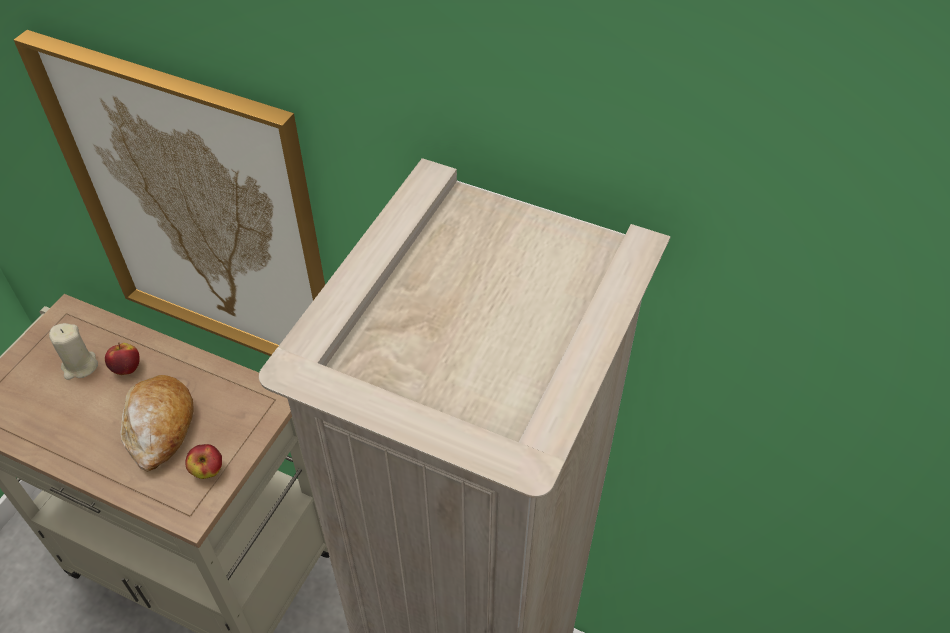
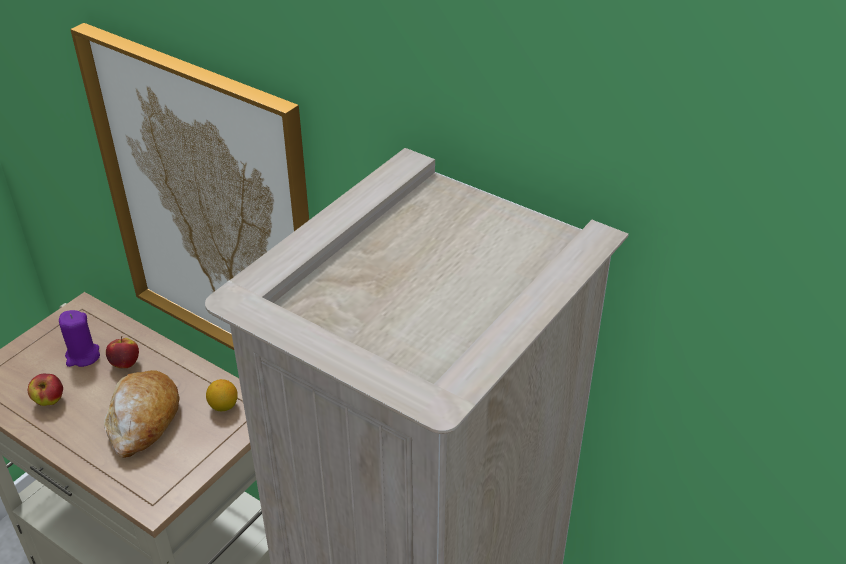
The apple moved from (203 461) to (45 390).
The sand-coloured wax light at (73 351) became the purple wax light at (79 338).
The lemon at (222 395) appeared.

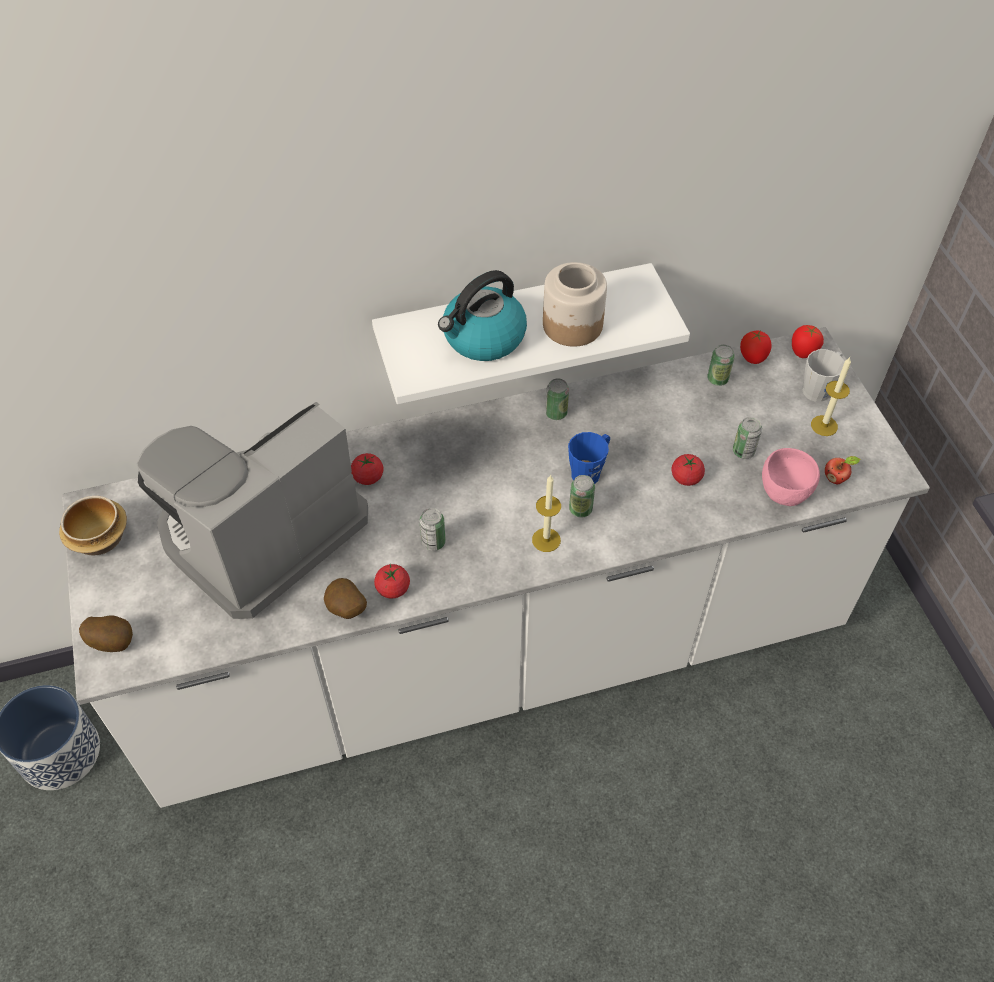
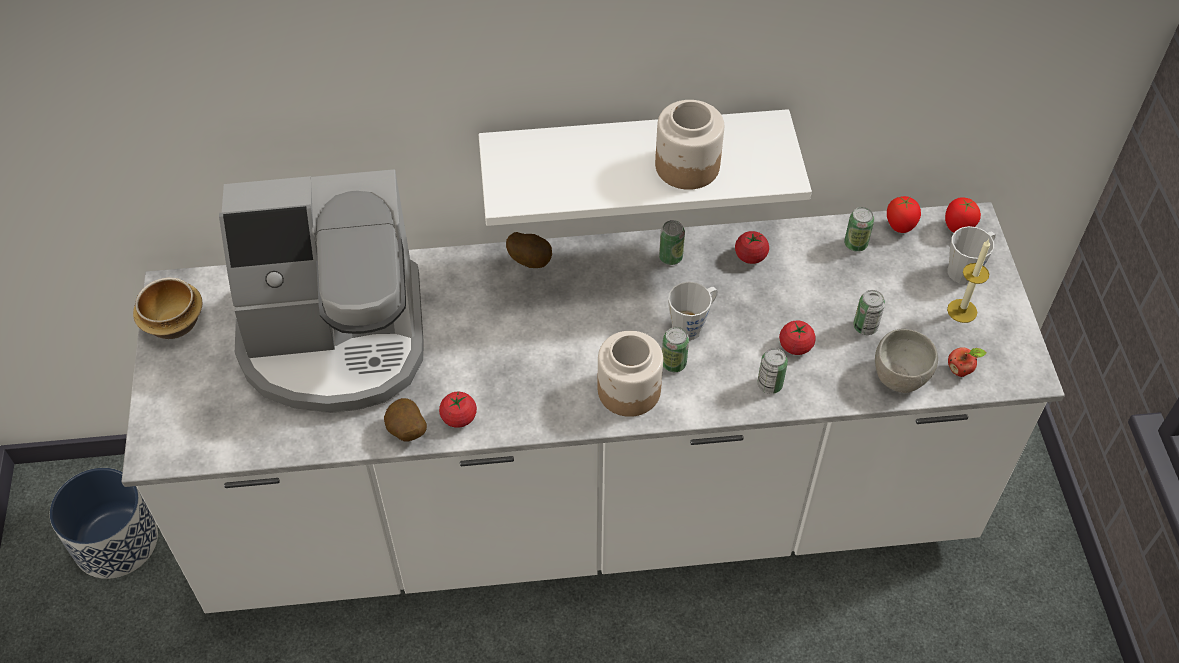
The coffee brewer at (252 510) turned 150 degrees counterclockwise.
The spud moved from (106 633) to (529 250).
The wax light at (546 513) was replaced by the storage jar at (630 374).
The bluish tea mug at (589 458) became the grey tea mug at (693 311).
The whole tomato moved from (367 469) to (752 247).
The sealed can moved from (432 529) to (772 371).
The pink serving bowl at (791 477) became the grey serving bowl at (906 361).
The kettle at (482 315) disappeared.

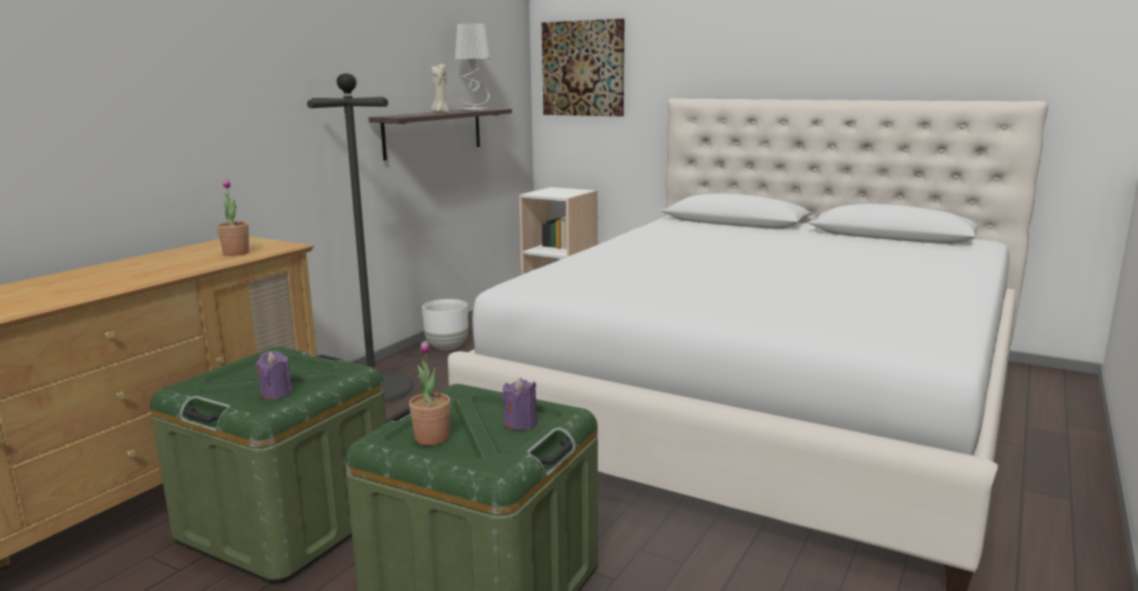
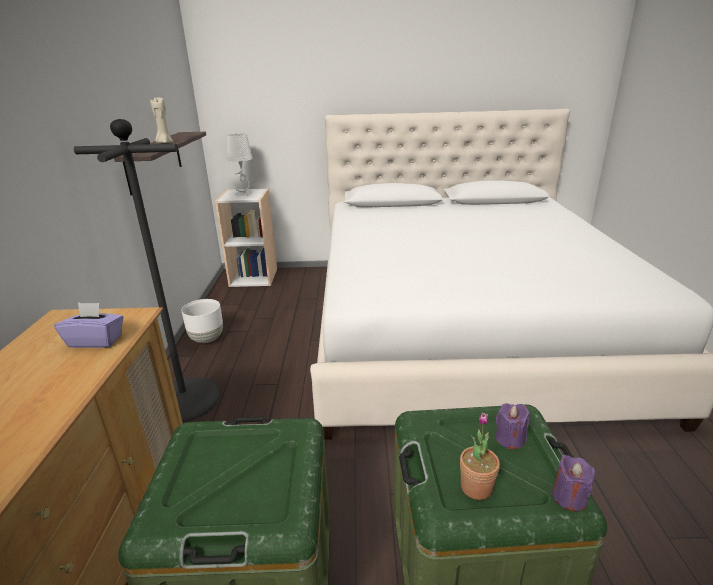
The plant in a pot at (233 217) was replaced by the purple tissue box at (88 325).
The grey table lamp moved from (472 66) to (240 164).
The purple wax light moved from (273 375) to (573 483).
The picture at (583 67) disappeared.

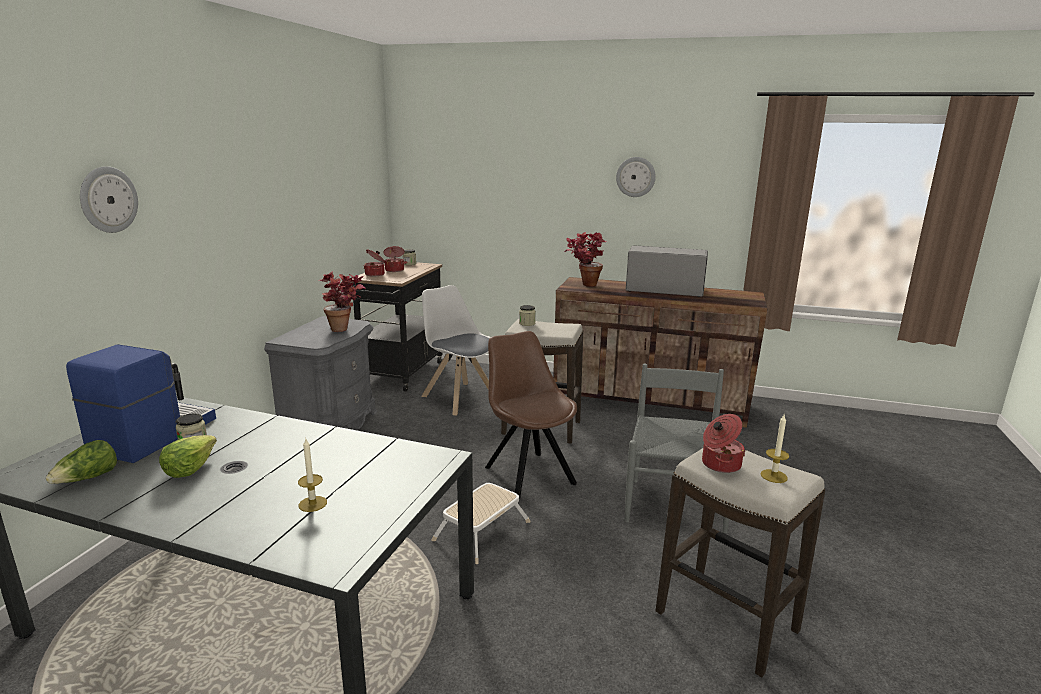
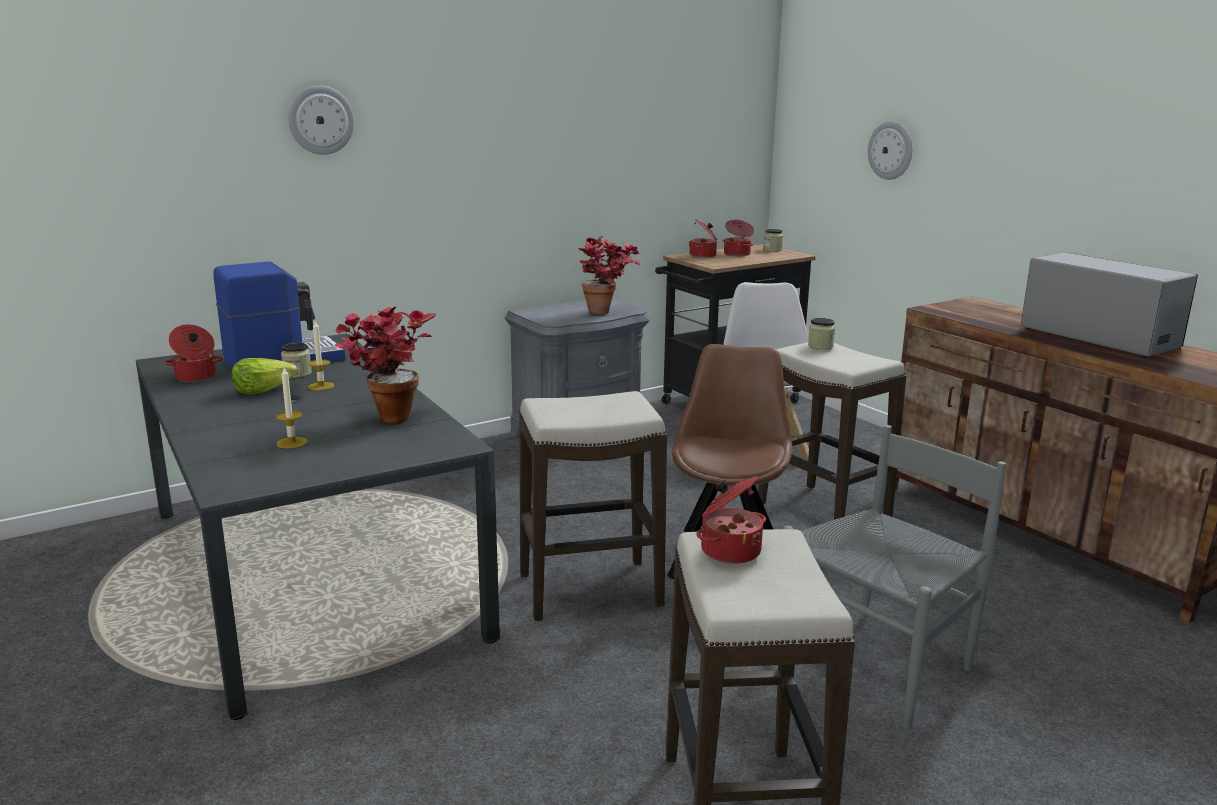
The lettuce head at (81 462) was replaced by the saucepot at (193 353).
The wax light moved from (774 449) to (321 356).
The plant in a pot moved from (585 259) to (386 365).
The sand-coloured stepladder at (481 523) was replaced by the sitting stool at (593 506).
The hanging clock moved from (636 177) to (890 150).

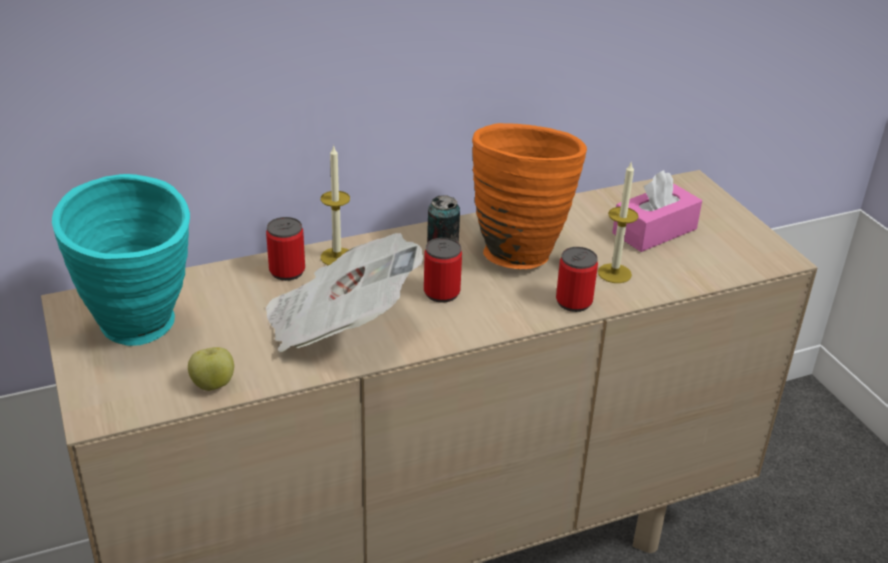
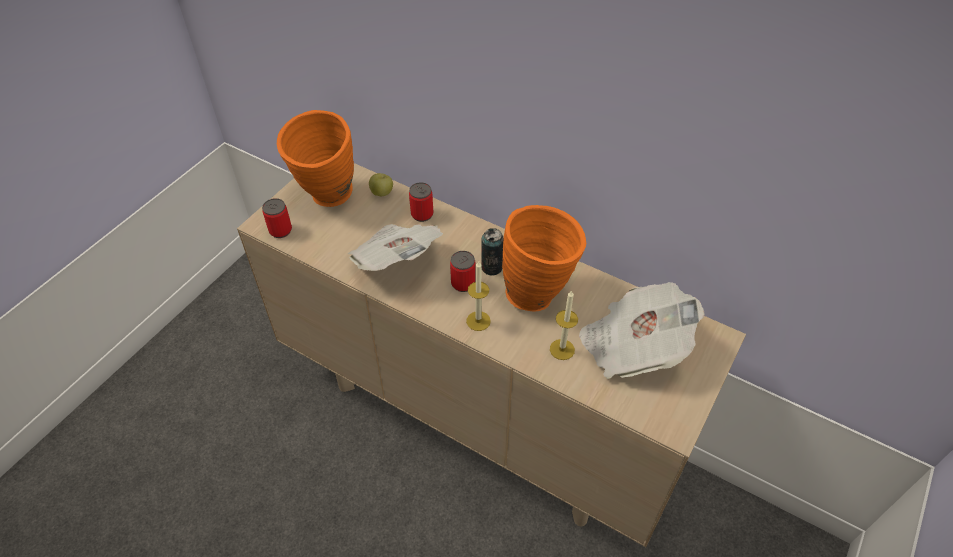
The sealed can moved from (577 279) to (277 218).
The turquoise-coloured flower vase at (121 260) became the orange-coloured flower vase at (315 158).
The apple moved from (211 369) to (381 184).
The wax light moved from (335 205) to (478 296).
The pink tissue box at (657 211) was replaced by the daily paper at (642 330).

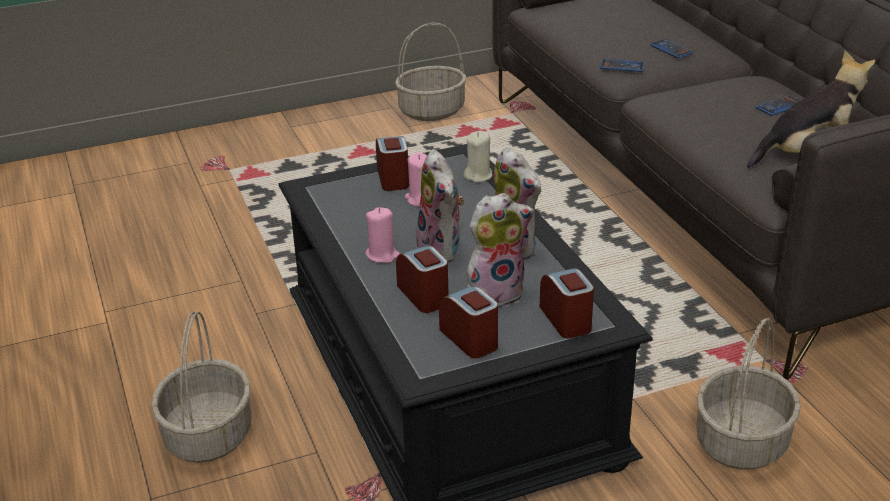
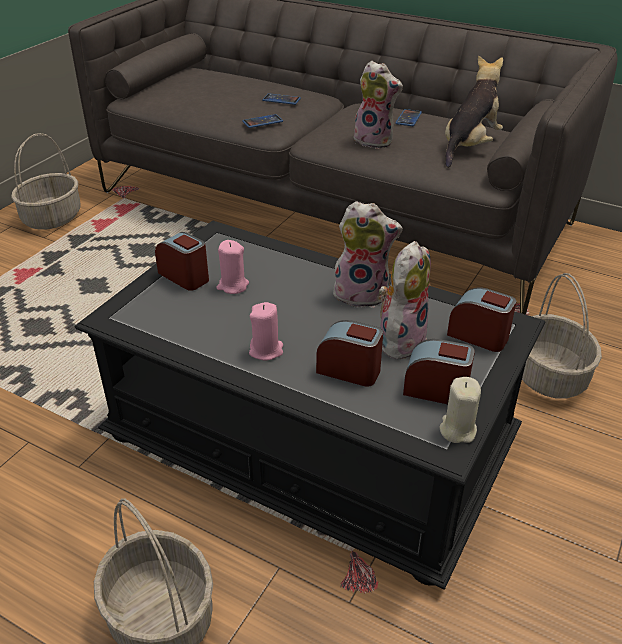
The cuddly toy moved from (439 206) to (378 105).
The sand-coloured wax light moved from (477 156) to (460 410).

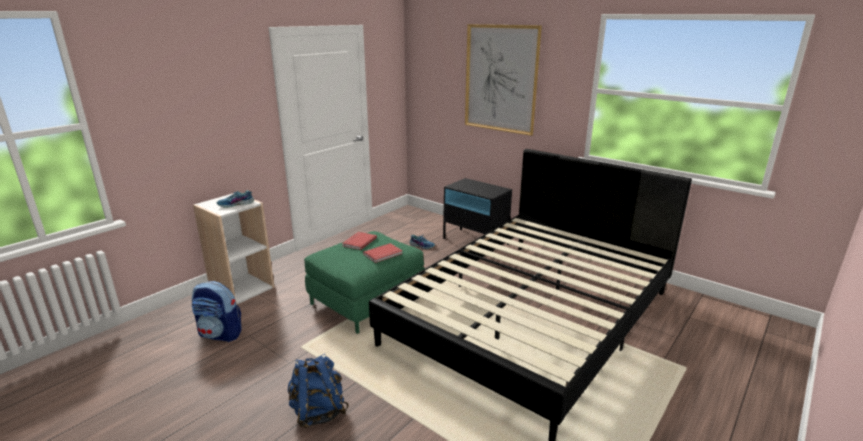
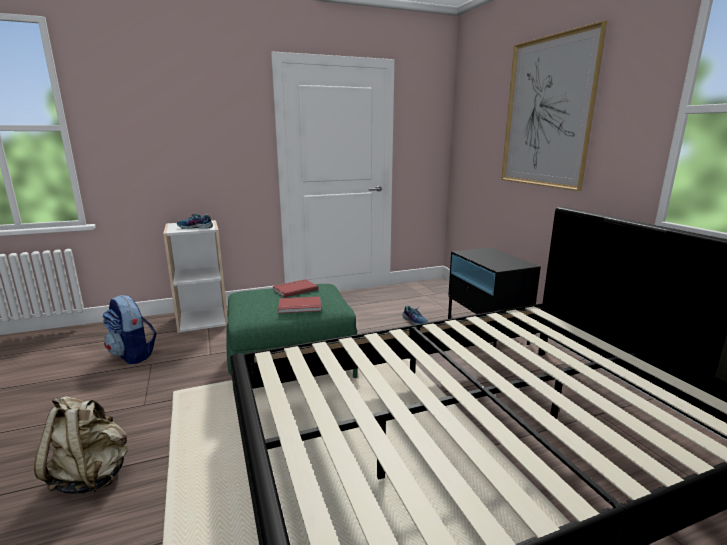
The bluish knapsack at (318 391) became the sand-coloured knapsack at (81 445).

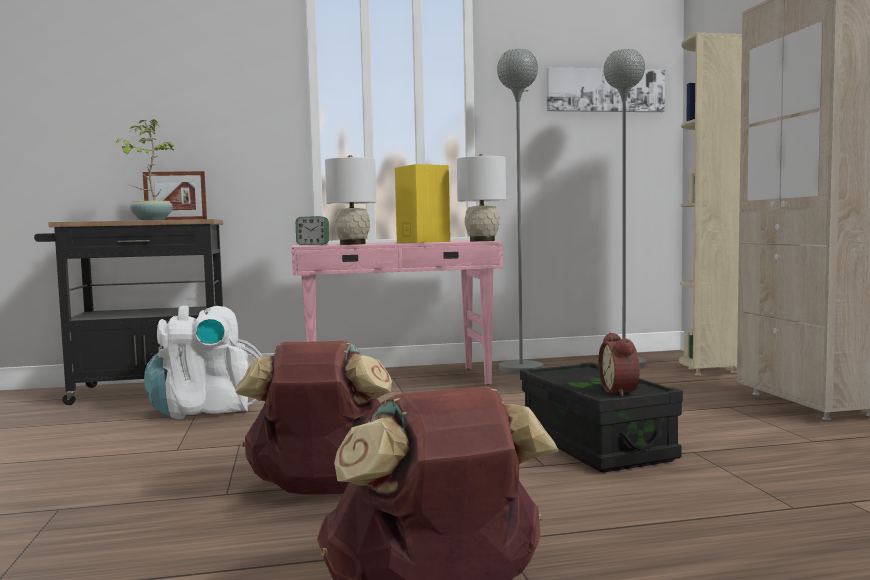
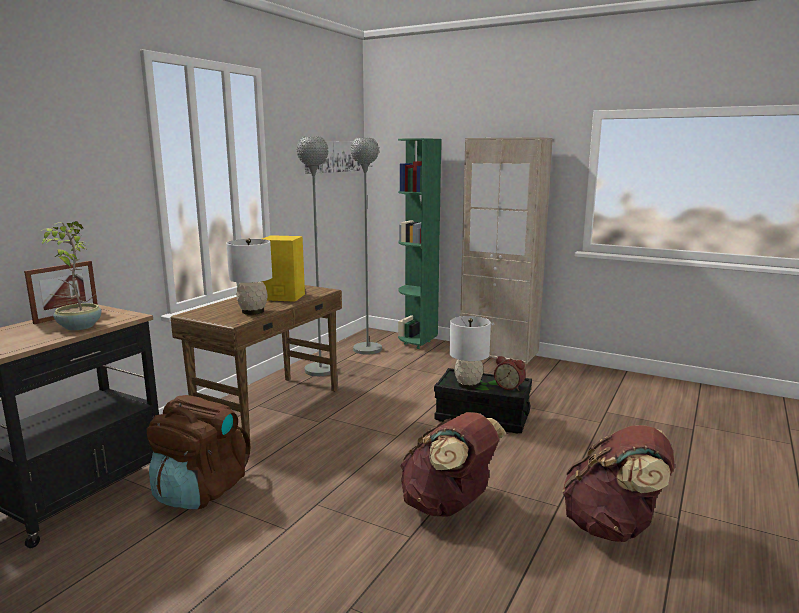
The white-coloured knapsack at (203 362) became the brownish knapsack at (199 452).
The pink narrow table at (397 312) became the brownish narrow table at (256 362).
The sand-coloured bookcase at (710 204) became the green-coloured bookcase at (419 243).
The white-coloured table lamp moved from (481 197) to (470 352).
The bedside clock at (312 230) disappeared.

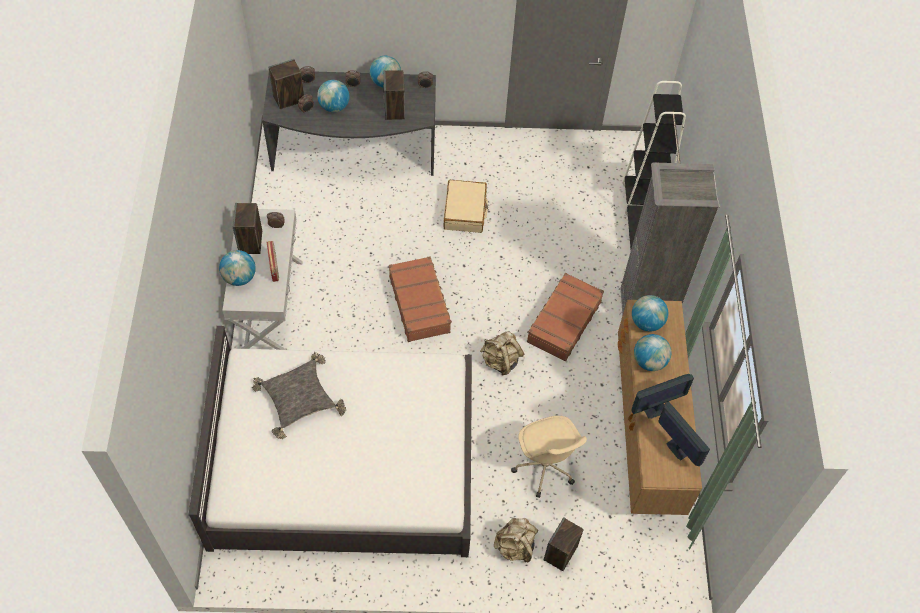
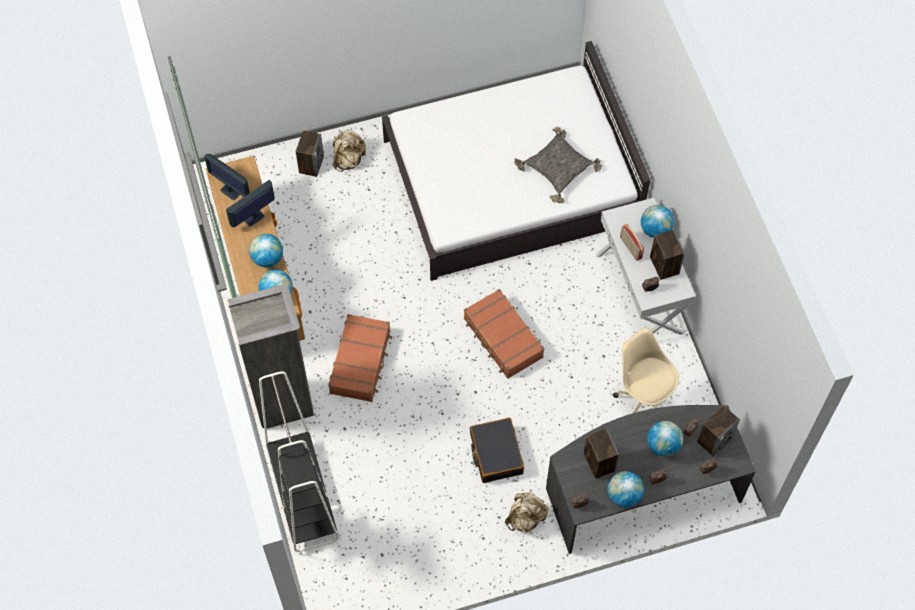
The sand-coloured travel case at (466 206) became the blackish travel case at (497 450).
The sand-coloured knapsack moved from (502 353) to (527 512).
The sand-coloured office chair moved from (549 457) to (646 370).

